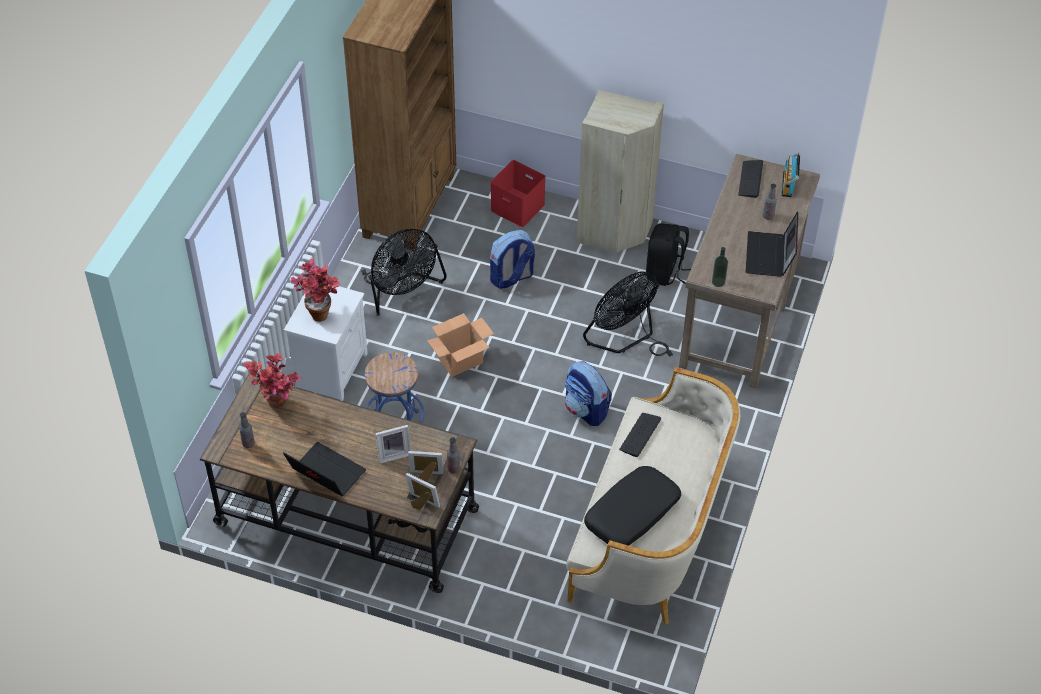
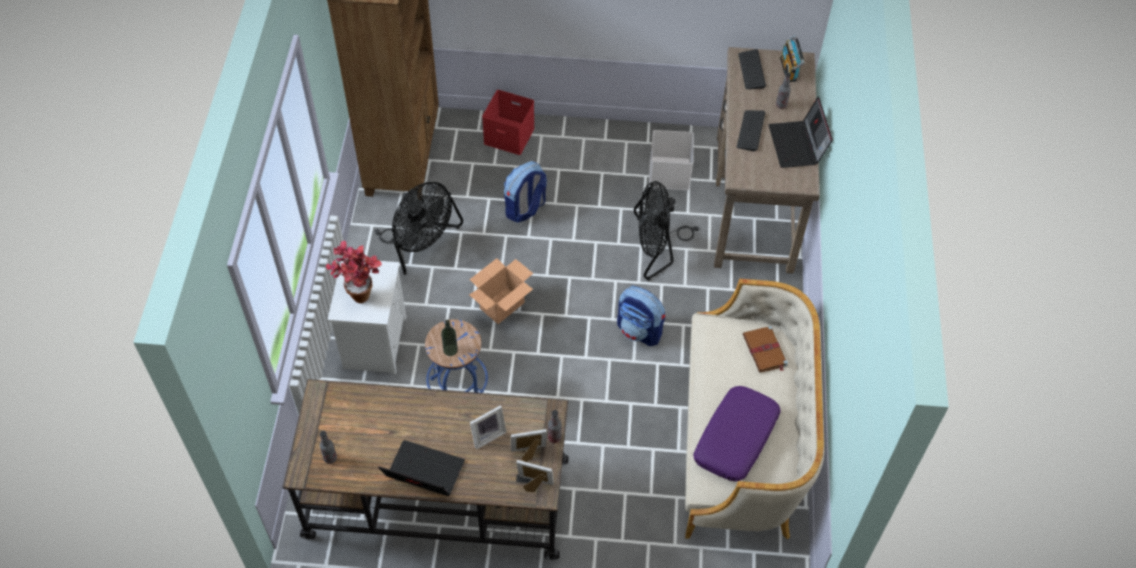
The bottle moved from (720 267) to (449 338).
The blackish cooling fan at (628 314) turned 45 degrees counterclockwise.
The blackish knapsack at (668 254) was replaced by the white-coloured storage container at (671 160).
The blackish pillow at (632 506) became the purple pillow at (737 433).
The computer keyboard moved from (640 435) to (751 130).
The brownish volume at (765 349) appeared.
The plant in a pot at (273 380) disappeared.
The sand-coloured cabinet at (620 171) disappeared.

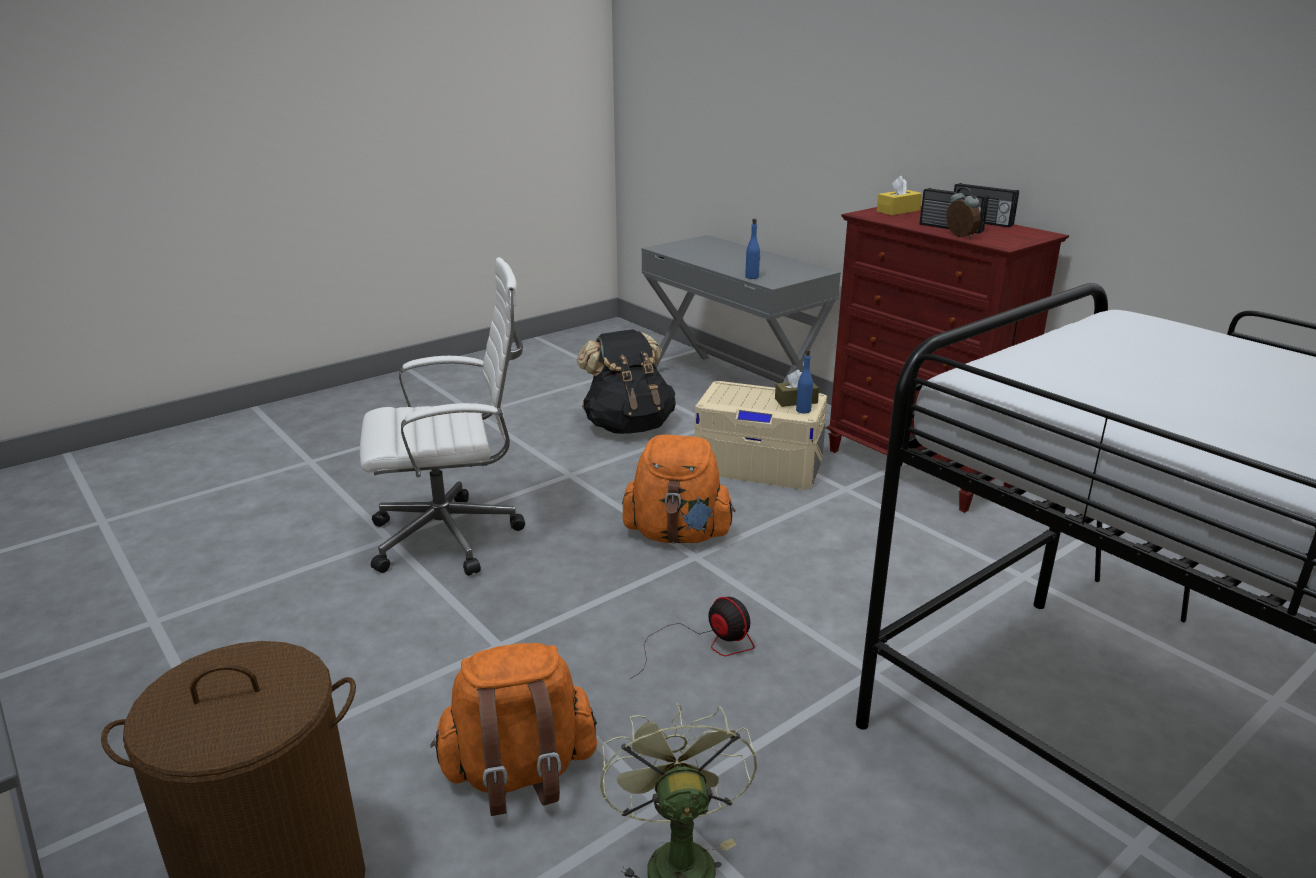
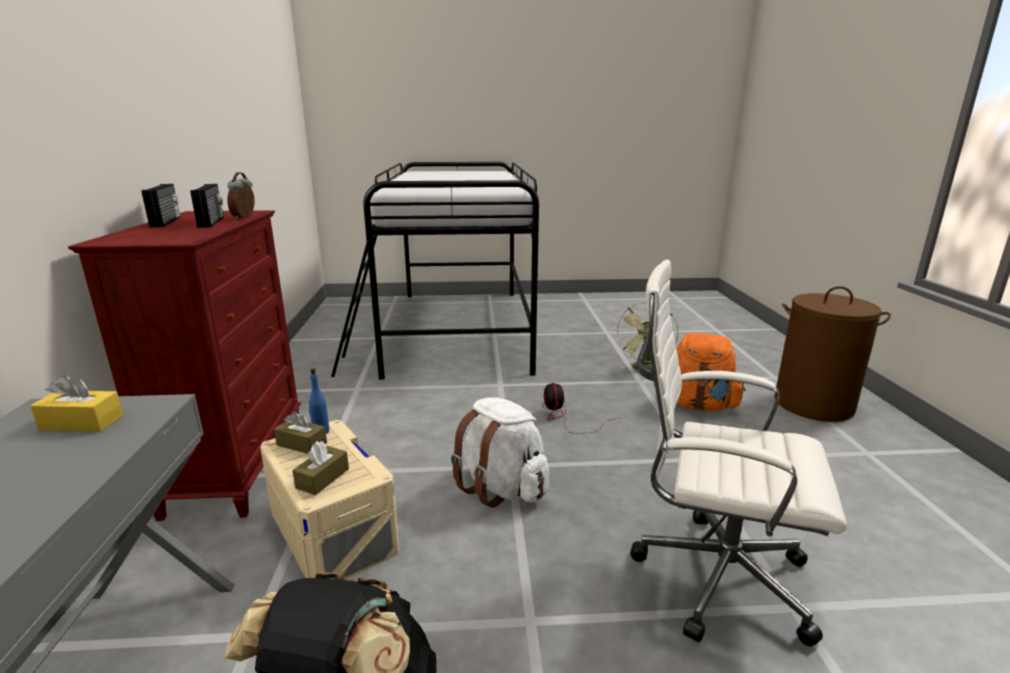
The yellowish tissue box moved from (899 195) to (76 403).
The brownish tissue box at (320 468) appeared.
The orange-coloured knapsack at (679 489) became the white-coloured knapsack at (500 452).
The bluish bottle at (752 249) disappeared.

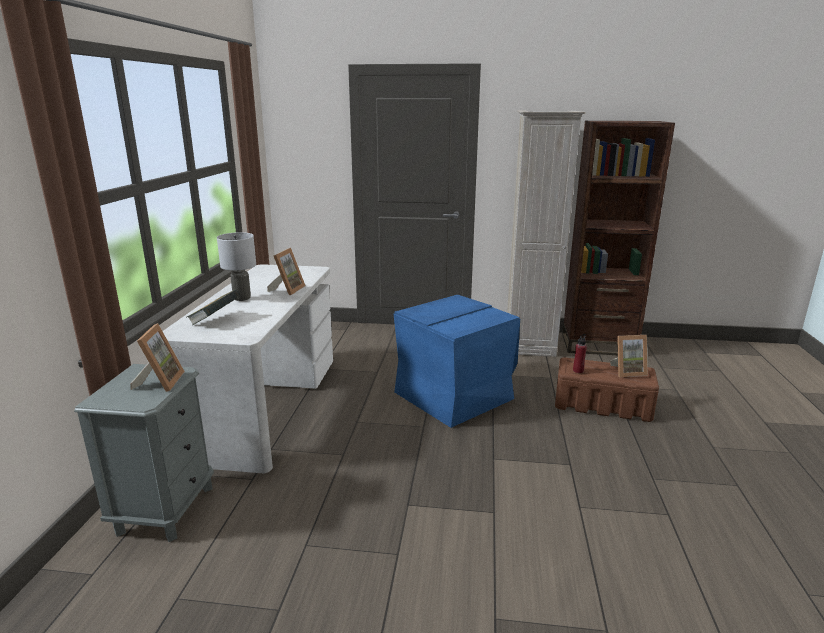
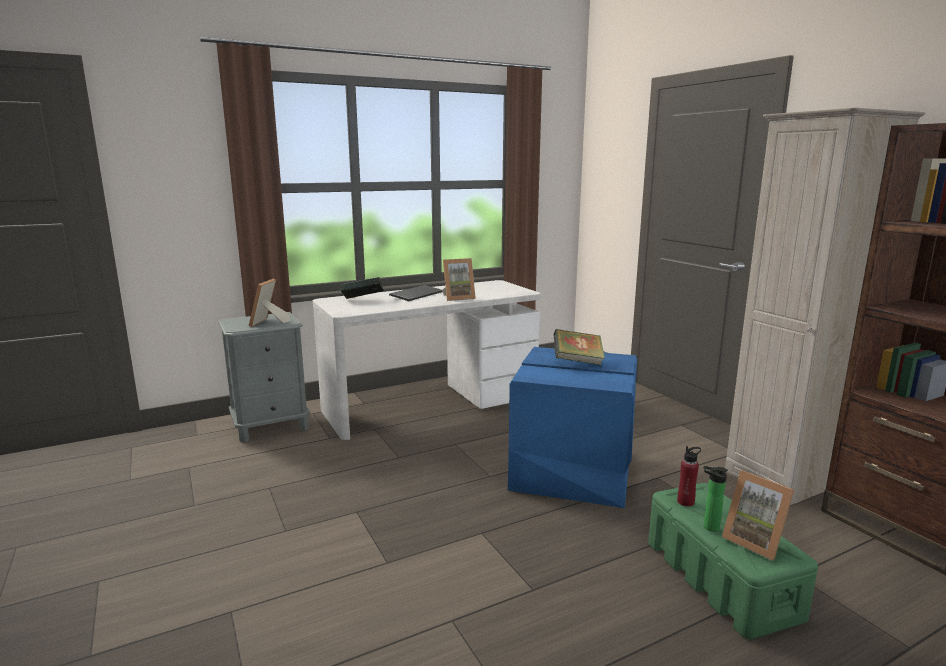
The standing frame at (157 357) turned 135 degrees clockwise.
The white-coloured table lamp at (236 266) was replaced by the computer keyboard at (415 293).
The volume at (579 347) appeared.
The brownish storage container at (607 389) became the green-coloured storage container at (733 561).
The bottle at (716 499) appeared.

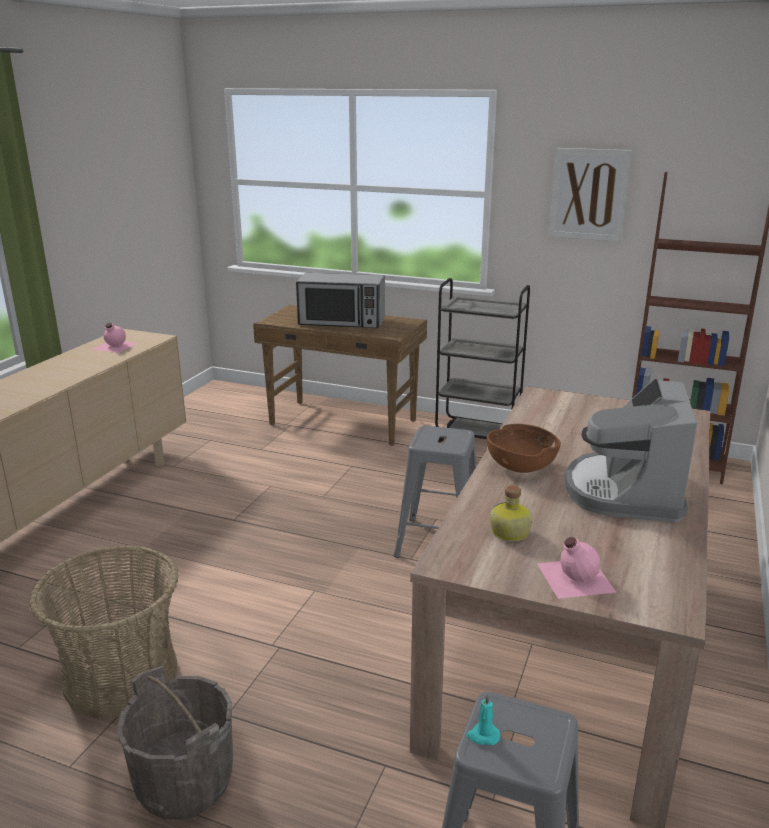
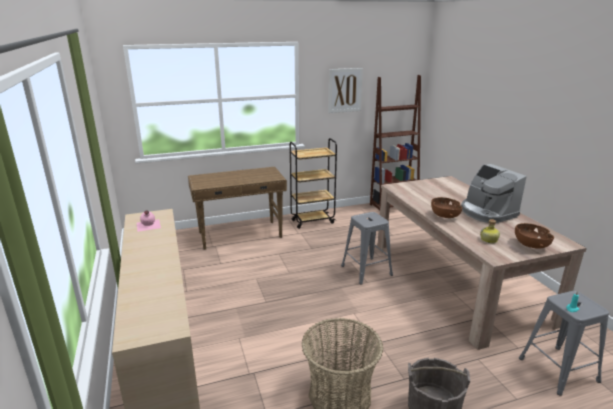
The grey trolley at (482 360) became the brownish trolley at (313 183).
The pink bottle at (576 568) was replaced by the brownish serving bowl at (534 235).
The microwave at (340 300) disappeared.

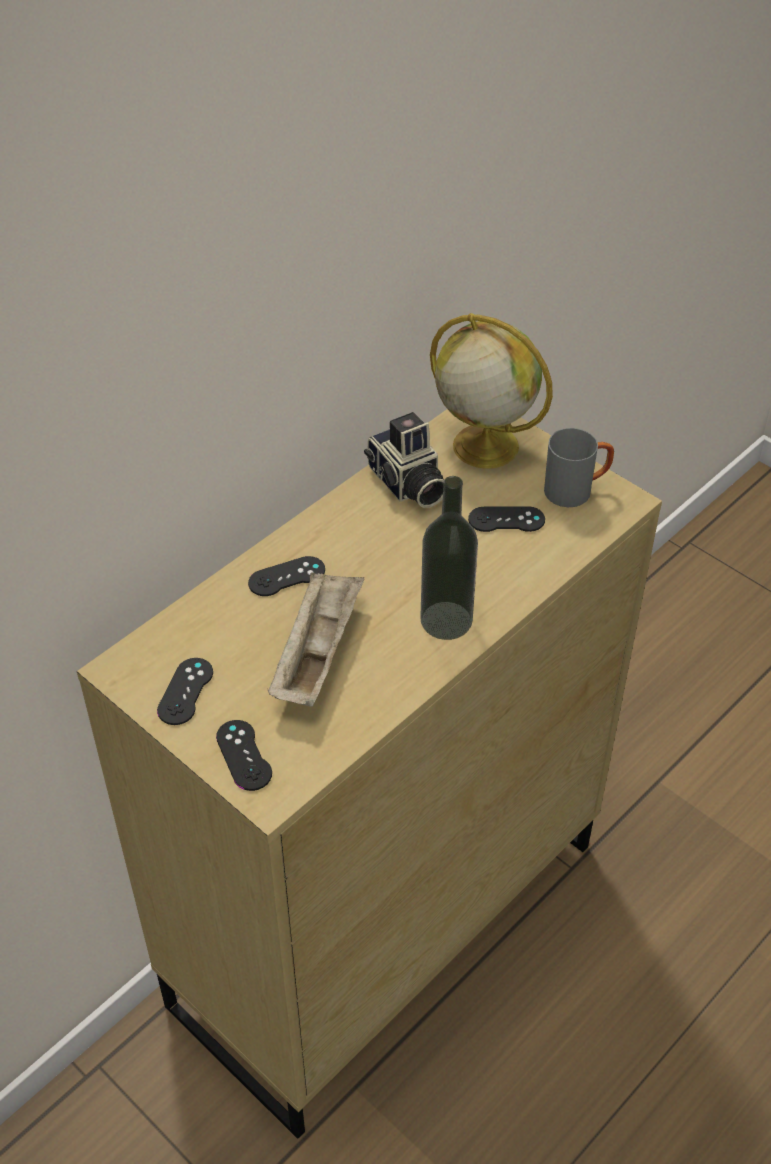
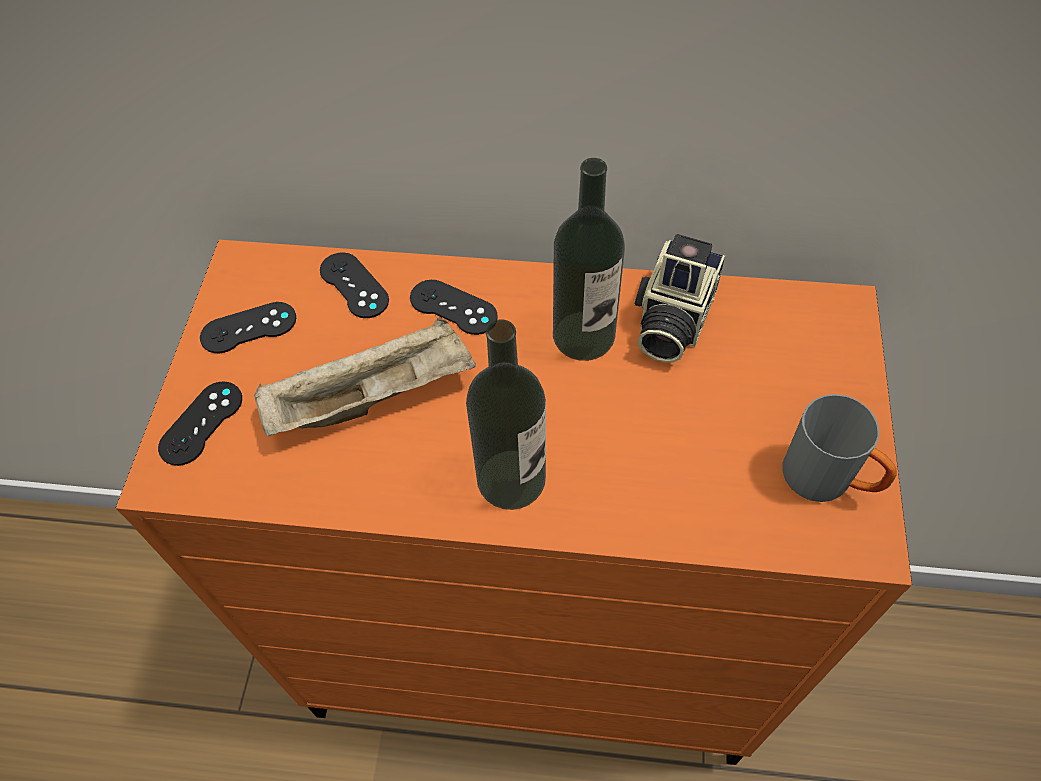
The sand-coloured drawer chest at (369 774) became the orange-coloured drawer chest at (514 502).
The blackish gamepad moved from (506 519) to (354 285).
The bottle at (589 259) appeared.
The desk globe at (491 391) disappeared.

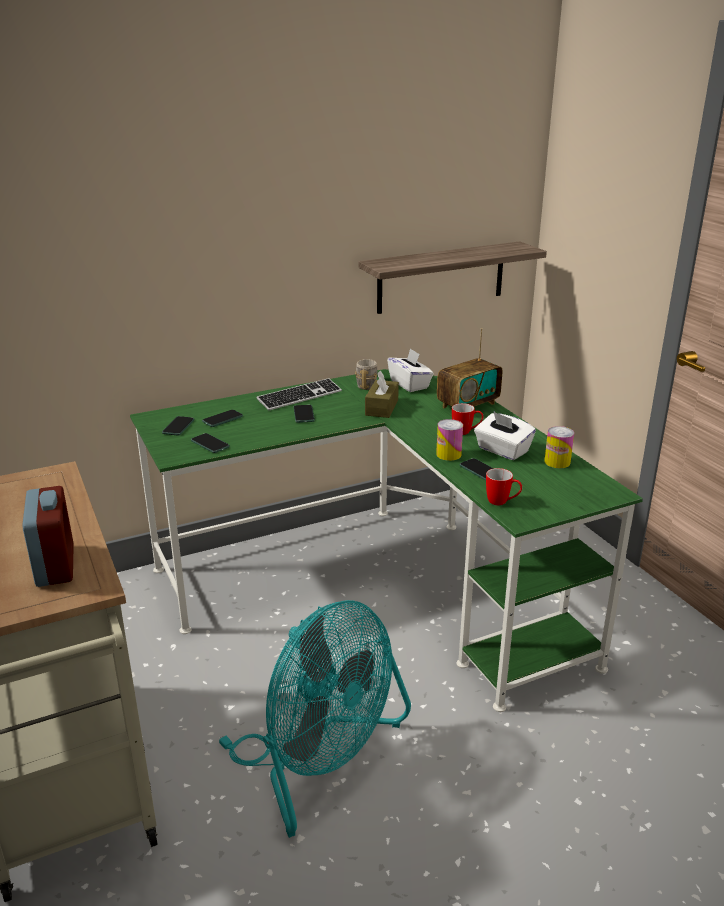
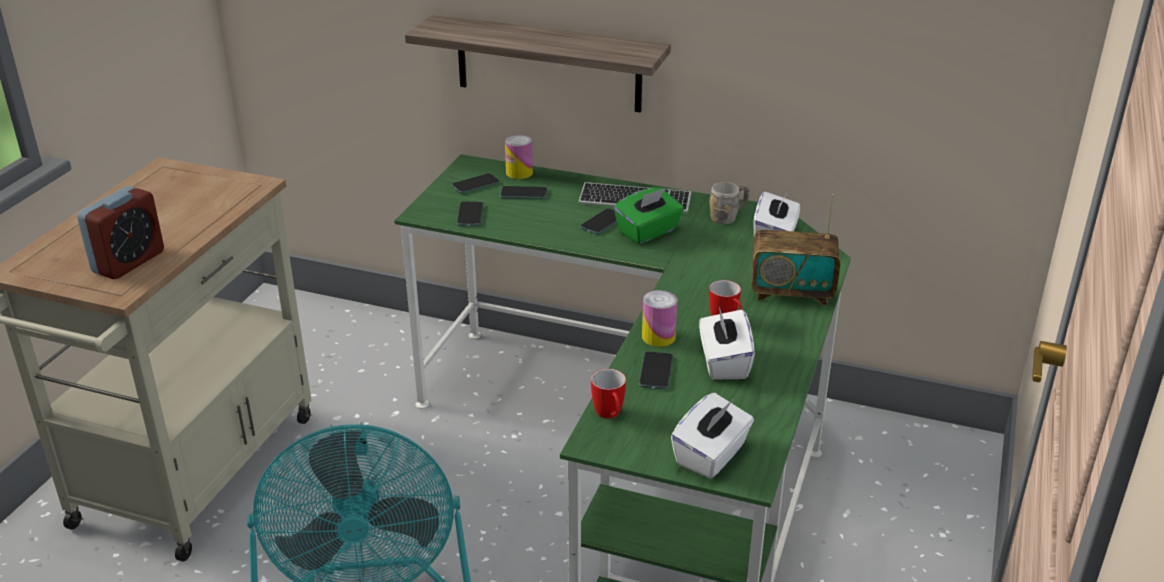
The wall shelf moved from (452 277) to (538 63).
The sealed can moved from (559 447) to (519 157).
The green-coloured tissue box at (649 215) appeared.
The white-coloured tissue box at (712 436) appeared.
The brownish tissue box at (382 394) disappeared.

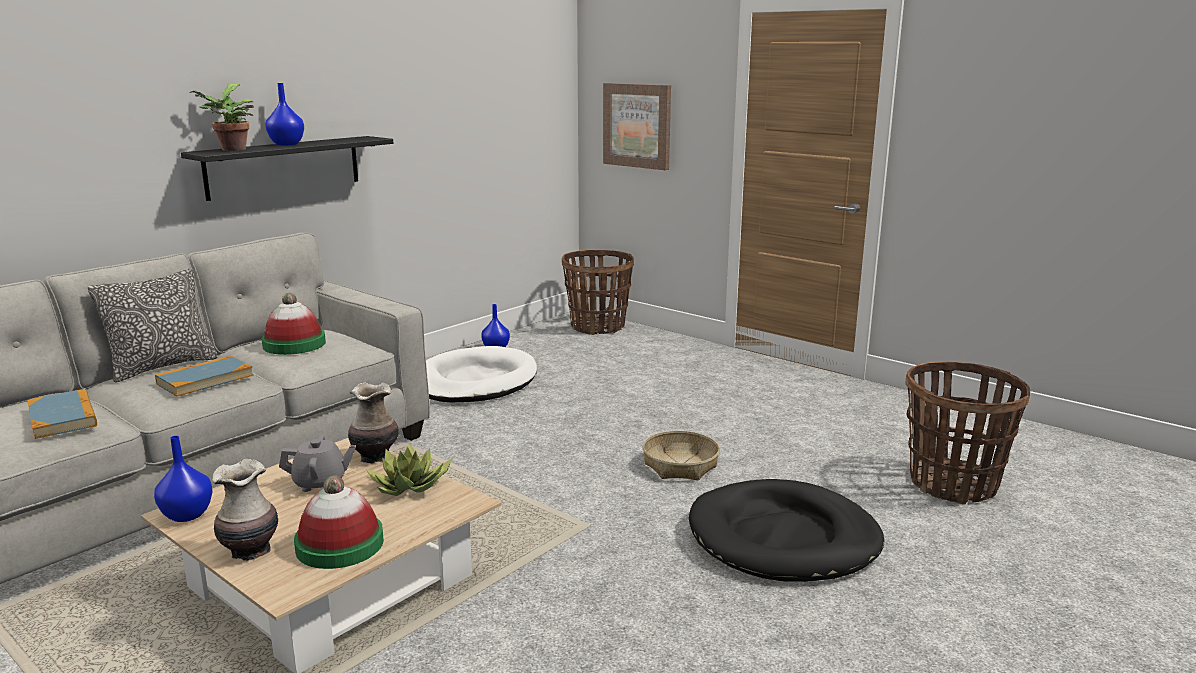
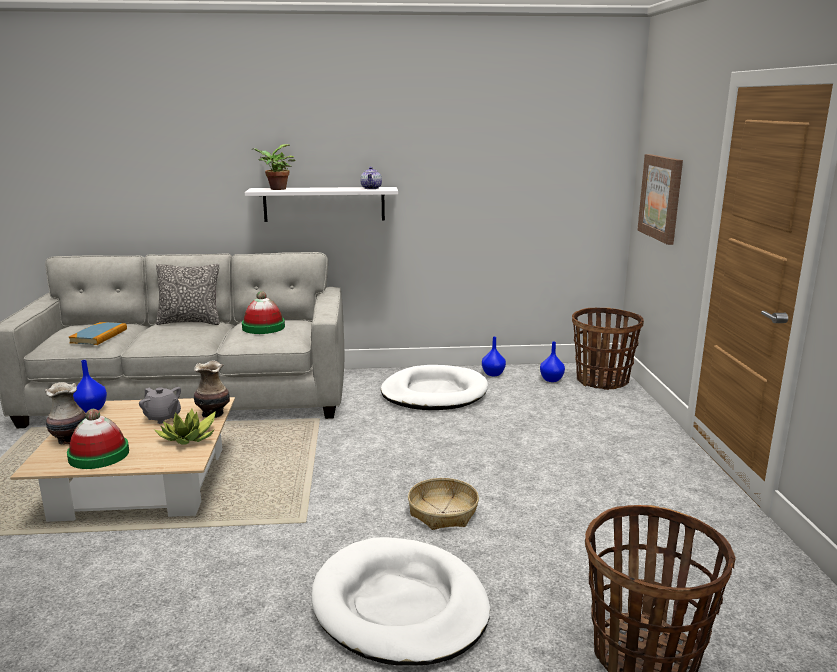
The blackish wall shelf at (287 168) became the white-coloured wall shelf at (321 204).
The blackish dog cushion at (786 530) became the white-coloured dog cushion at (400 601).
The pot for tea at (371 178) appeared.
The bluish flower vase moved from (284 114) to (552 362).
The volume at (204 376) disappeared.

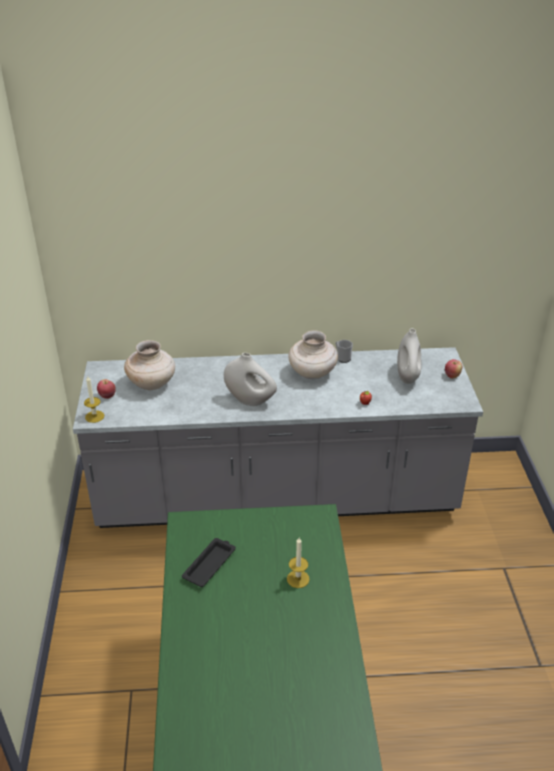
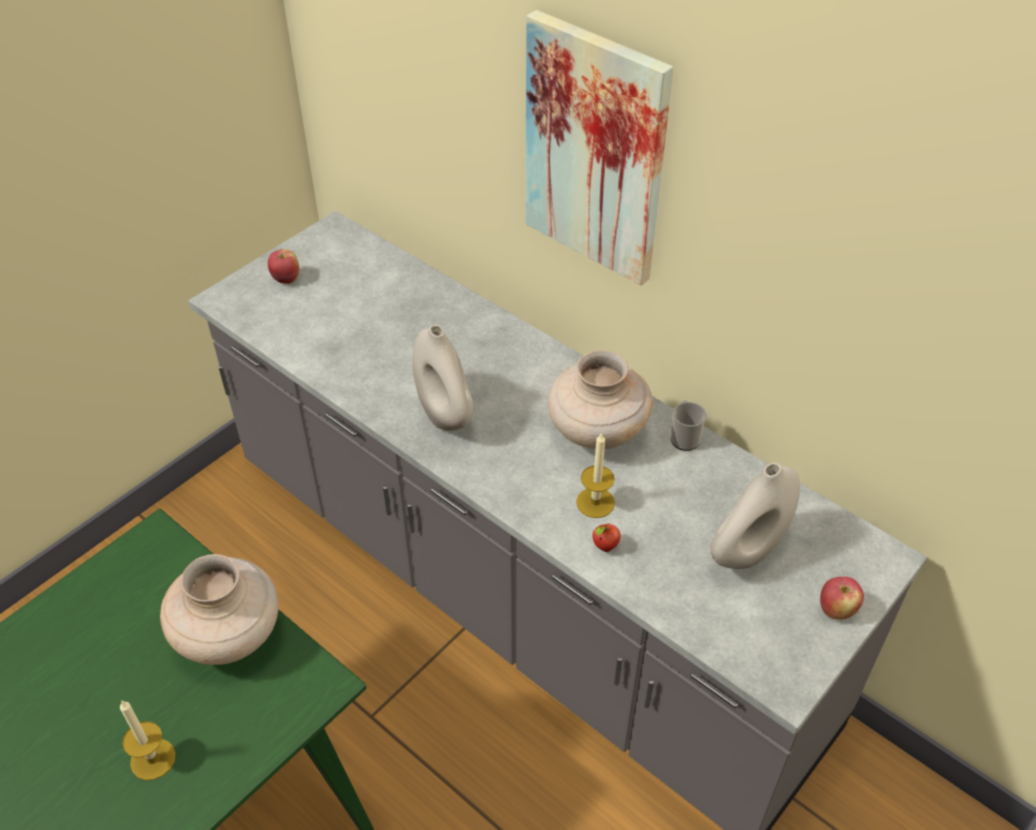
The sand-coloured flower vase moved from (149 365) to (219 609).
The picture at (599 147) appeared.
The wax light moved from (94 399) to (595 475).
The blackish serving tray at (209 562) disappeared.

